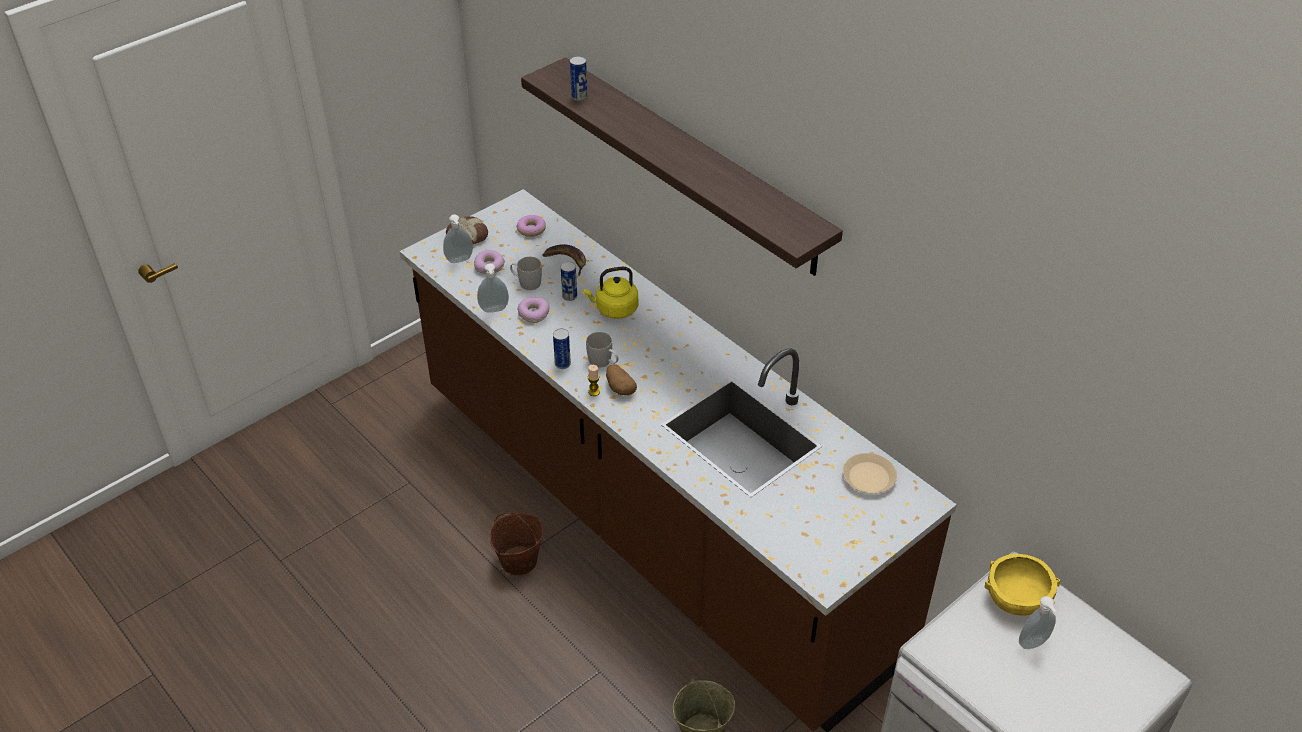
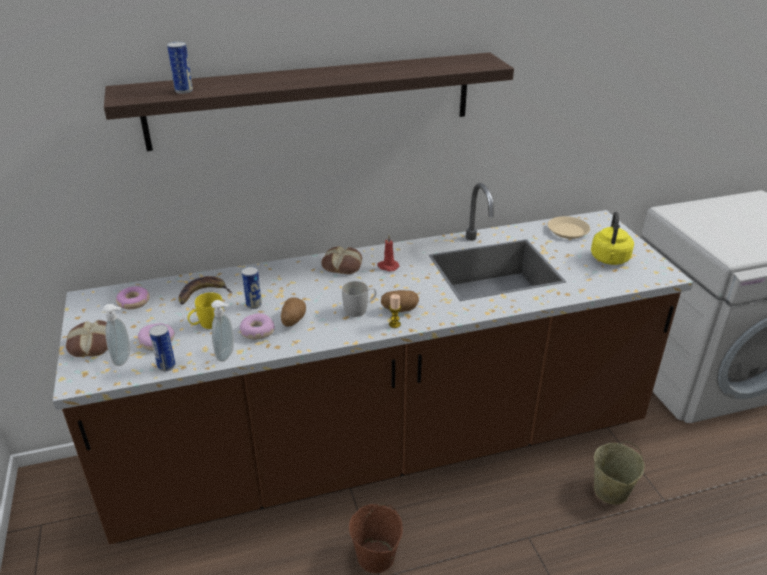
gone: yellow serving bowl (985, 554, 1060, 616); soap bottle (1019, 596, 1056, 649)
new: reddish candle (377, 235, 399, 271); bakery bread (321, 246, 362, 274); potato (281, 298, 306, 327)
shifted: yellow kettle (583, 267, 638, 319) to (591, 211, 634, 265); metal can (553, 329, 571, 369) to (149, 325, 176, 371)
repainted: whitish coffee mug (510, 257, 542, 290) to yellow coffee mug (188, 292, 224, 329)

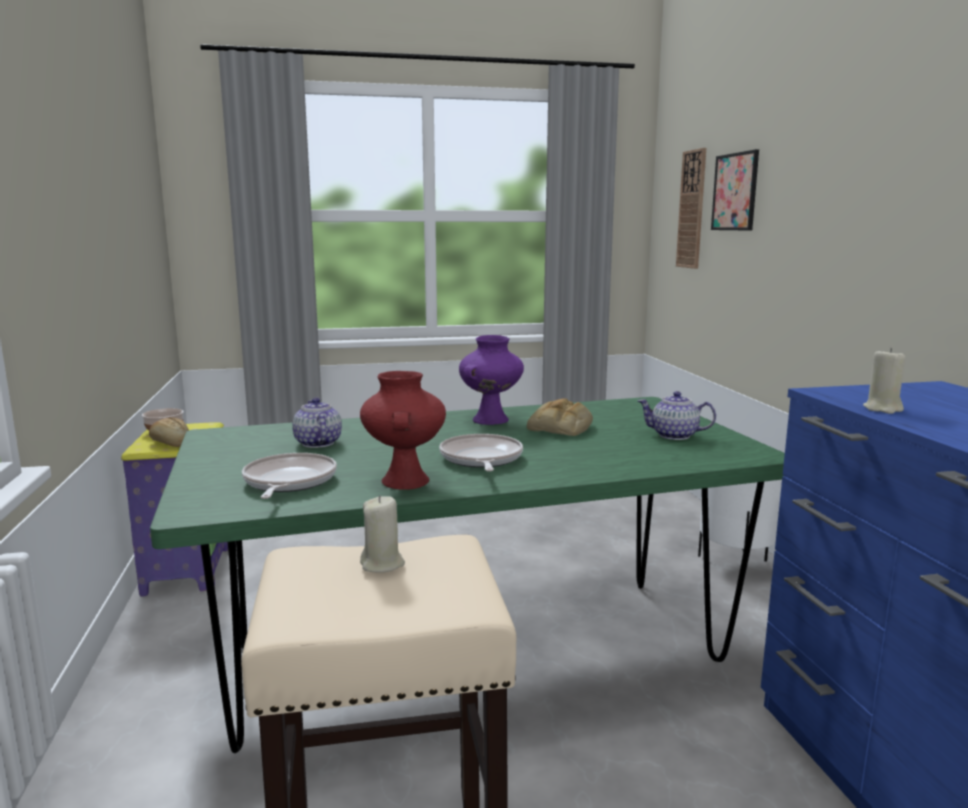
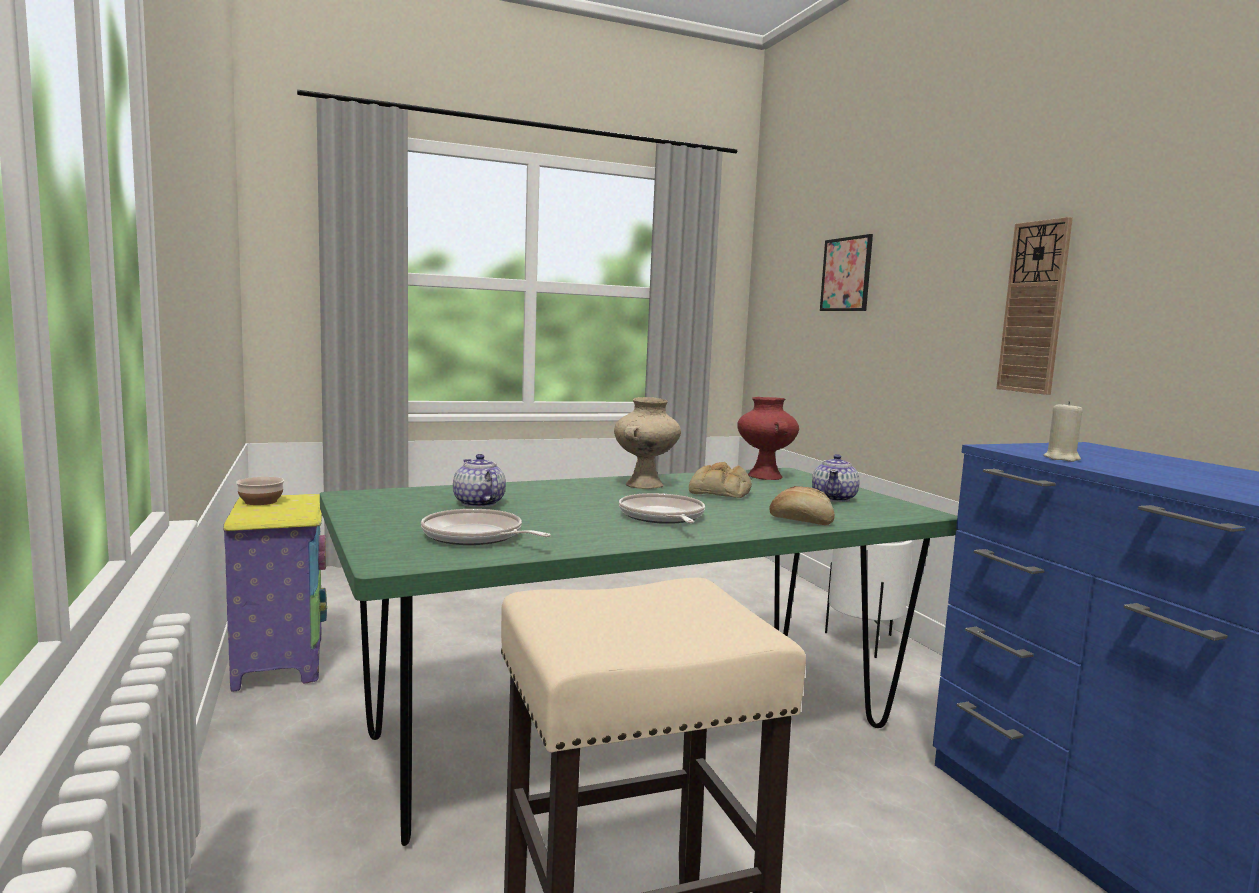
gone: sand-coloured candle (360, 496, 405, 573)
shifted: hanging clock (676, 148, 706, 269) to (996, 217, 1073, 395); reddish flower vase (360, 371, 446, 490) to (737, 397, 799, 480); bakery bread (149, 417, 189, 447) to (769, 486, 835, 525)
repainted: purple flower vase (459, 335, 524, 425) to sand-coloured flower vase (614, 397, 681, 489)
rotated: pot for tea (638, 391, 716, 440) = (812, 454, 860, 502) 75 degrees counterclockwise; pan (242, 453, 337, 499) = (421, 509, 551, 545) 45 degrees counterclockwise

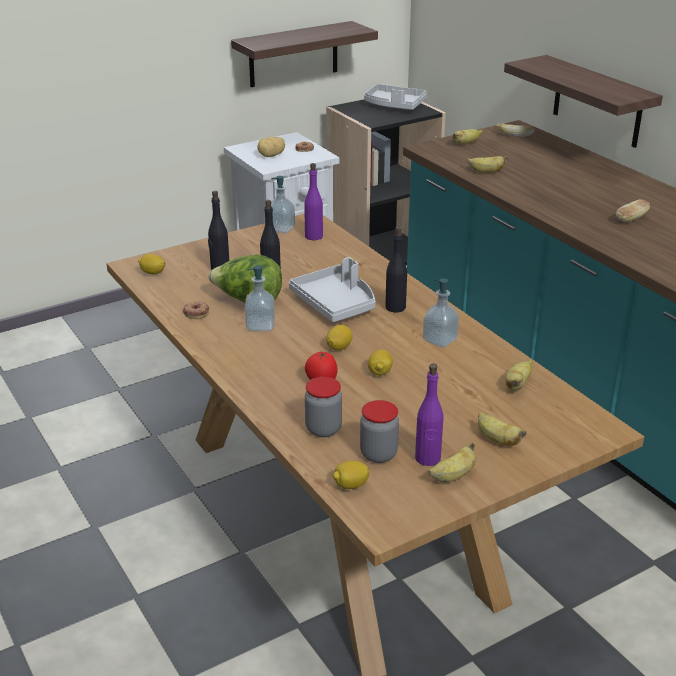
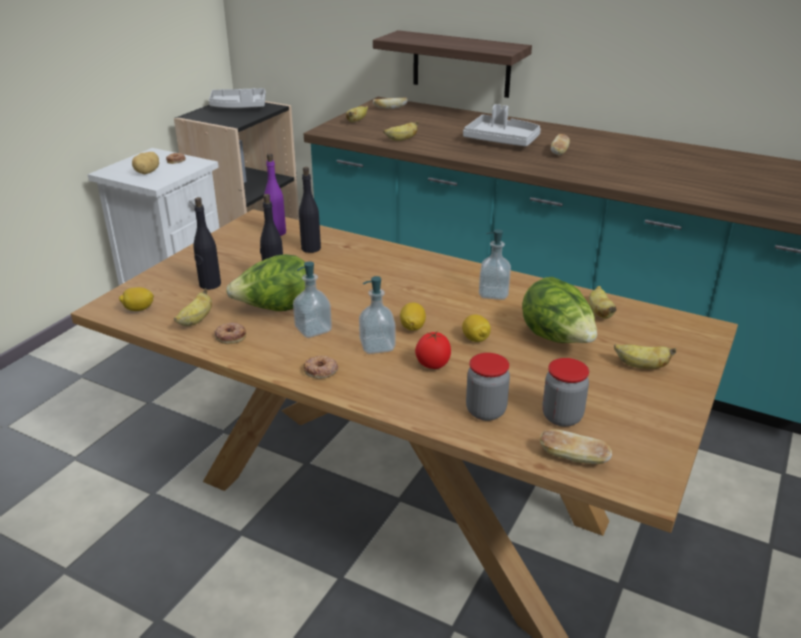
gone: shelf (231, 21, 378, 87); purple beverage bottle (415, 364, 443, 466)
new: lettuce head (522, 277, 597, 343); doughnut (304, 356, 338, 379)
shifted: soap bottle (271, 176, 295, 233) to (359, 276, 395, 354); black-coloured beverage bottle (385, 227, 407, 313) to (299, 167, 321, 253); greyish carrying tray (289, 257, 376, 322) to (463, 104, 541, 146); banana (428, 443, 476, 482) to (174, 289, 212, 326)
swapped: whole lemon (333, 461, 369, 489) to bakery bread (540, 429, 612, 464)

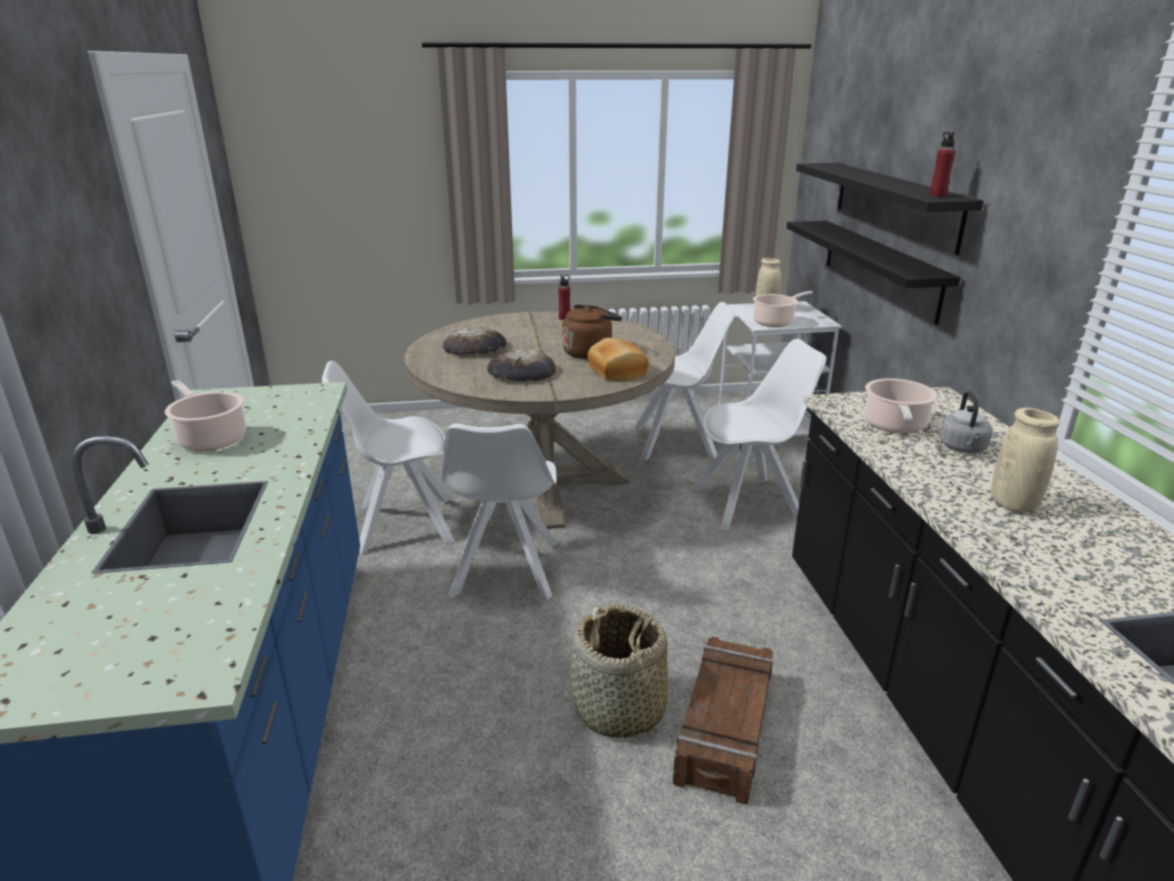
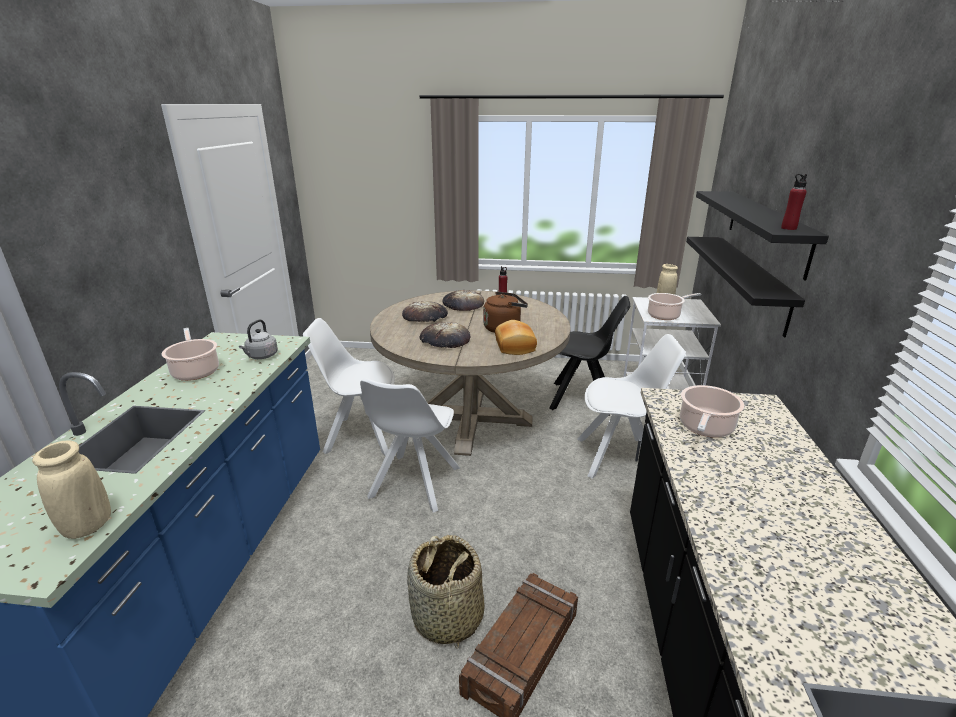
new: bakery bread (443, 290, 484, 311)
shifted: greyish kettle (939, 391, 993, 453) to (239, 319, 278, 359); sand-coloured flower vase (991, 408, 1060, 512) to (32, 440, 111, 539)
repainted: whitish upright chair (634, 302, 735, 460) to black-coloured upright chair (549, 296, 630, 416)

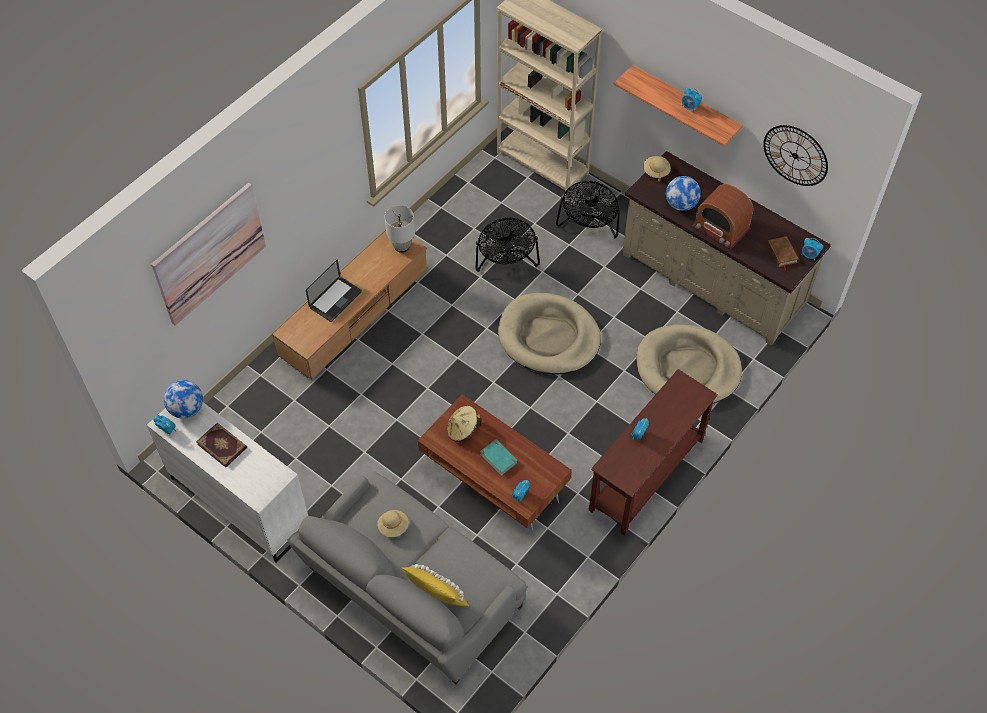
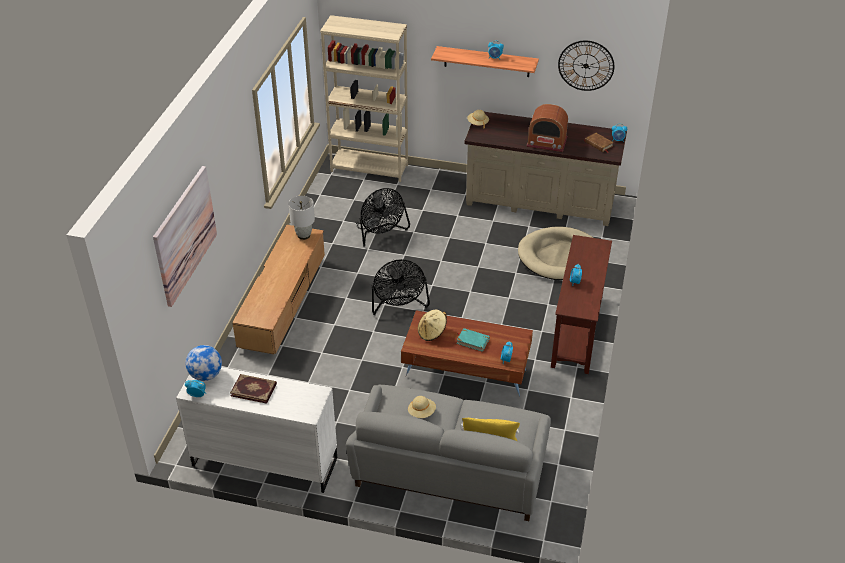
gone: world globe (666, 176, 701, 211); notebook computer (306, 259, 362, 322); sand-coloured dog cushion (498, 293, 601, 375)
shifted: black-coloured electric fan (556, 180, 621, 239) to (371, 259, 430, 315)

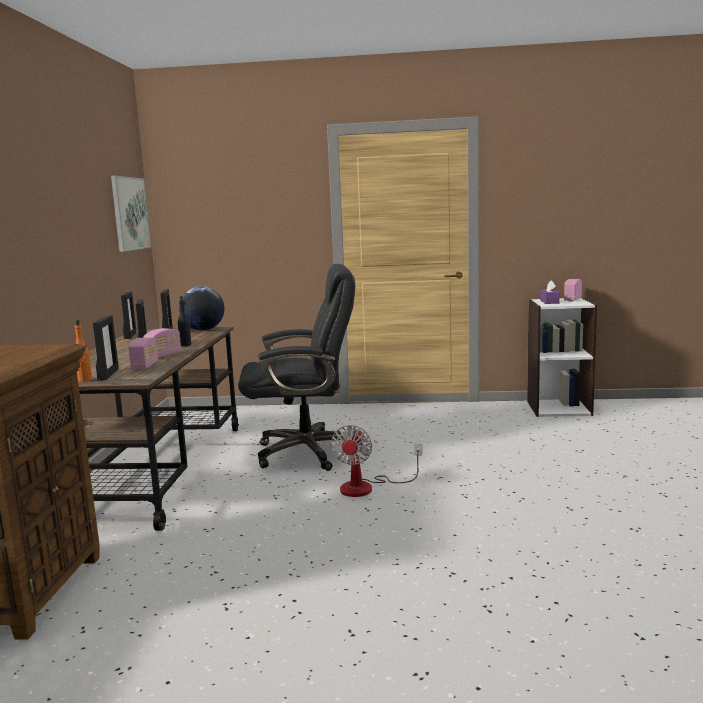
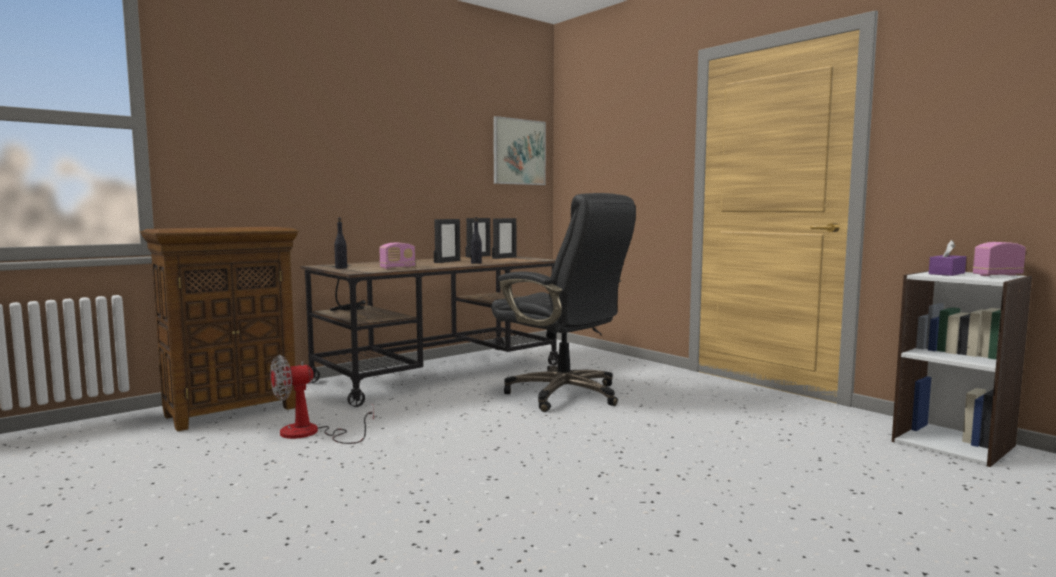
gone: world globe (179, 286, 224, 331); photo frame (93, 315, 119, 380); radio (144, 328, 181, 357)
shifted: electric fan (331, 425, 422, 497) to (270, 355, 374, 444)
repainted: orange-coloured beverage bottle (75, 320, 92, 382) to black-coloured beverage bottle (334, 218, 347, 269)

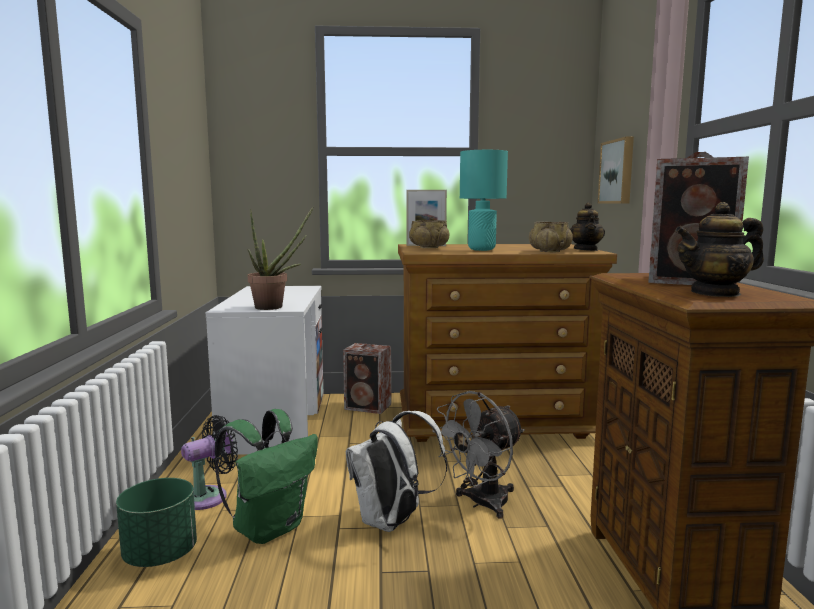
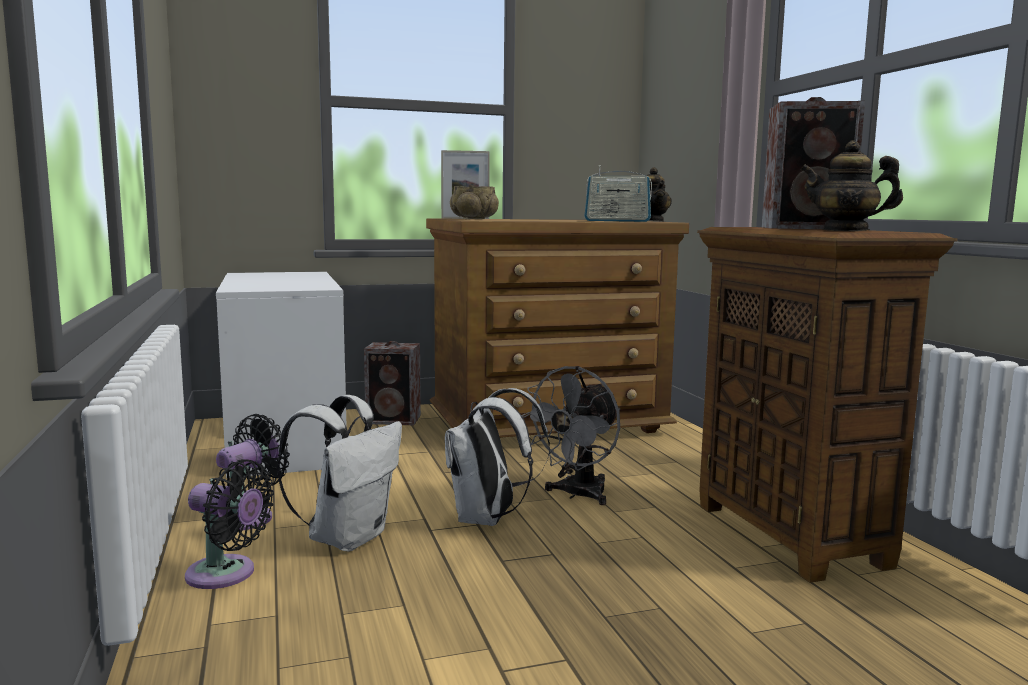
gone: wall picture (598, 137, 634, 204); blue-green table lamp (460, 150, 508, 251); houseplant (247, 207, 313, 310)
swapped: sand-coloured serving bowl (529, 222, 573, 252) to radio (584, 165, 652, 222); green-coloured flower pot (116, 478, 197, 567) to black-coloured electric fan (185, 459, 274, 589)
repainted: green-coloured backpack (215, 409, 318, 544) to whitish backpack (277, 395, 402, 552)
rotated: pot for tea (675, 202, 764, 297) = (800, 140, 903, 231) 45 degrees clockwise

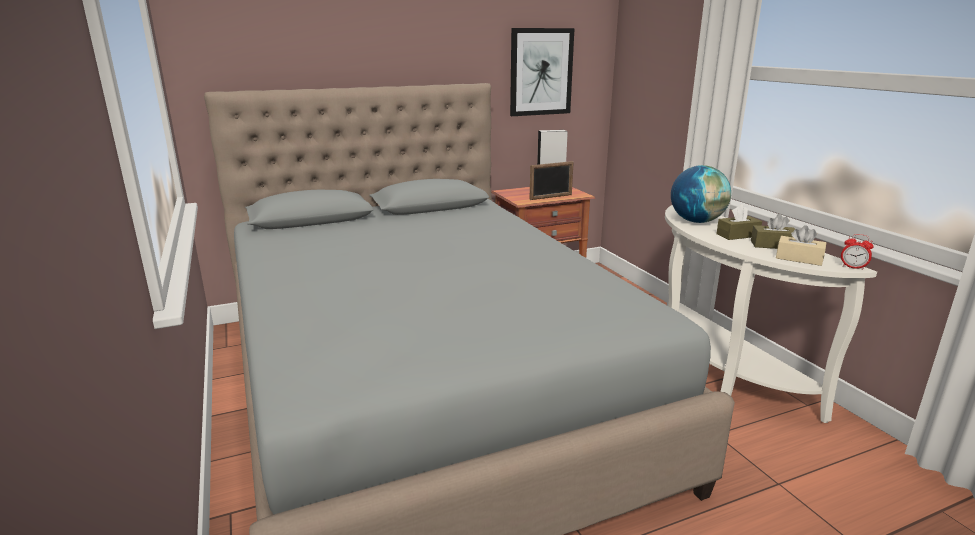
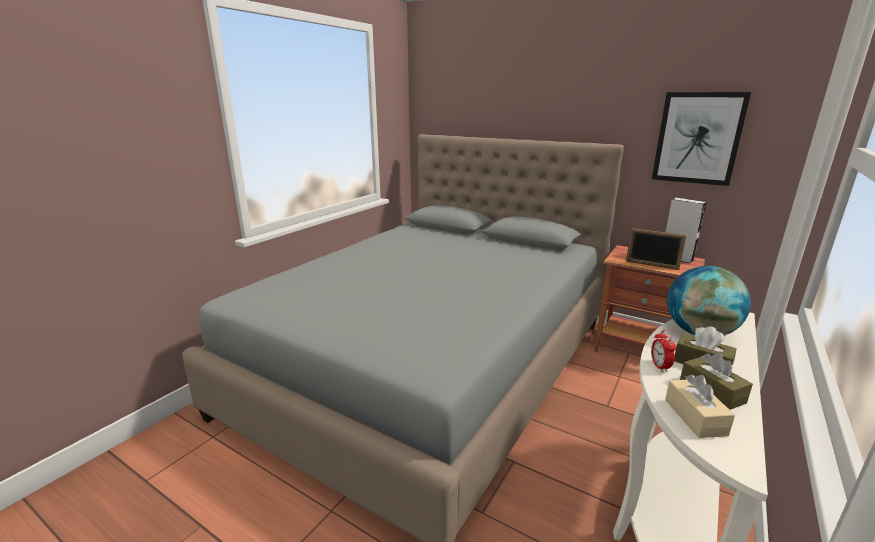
shifted: alarm clock (841, 234, 874, 270) to (651, 330, 676, 372)

